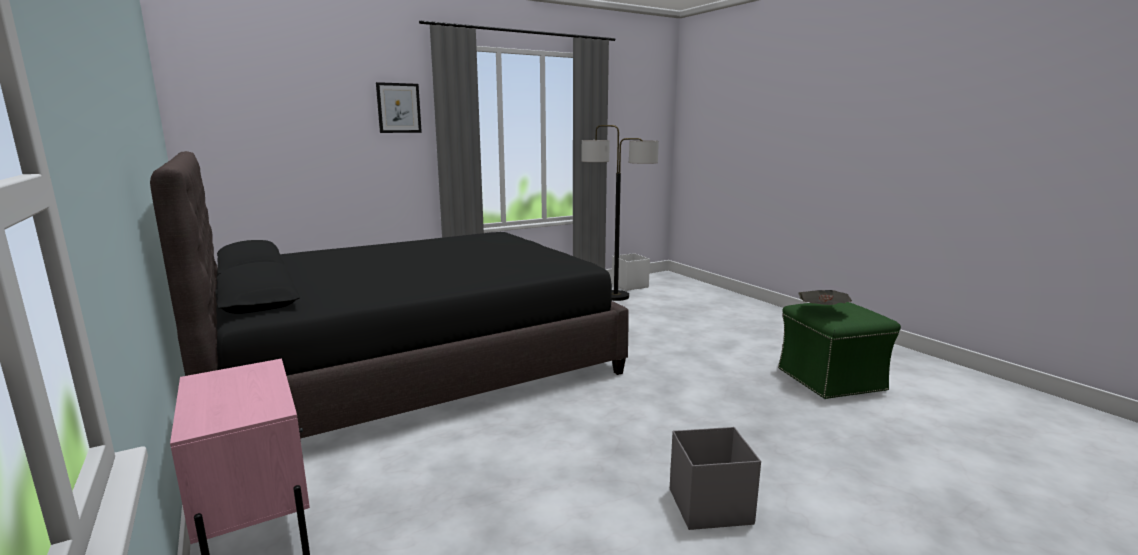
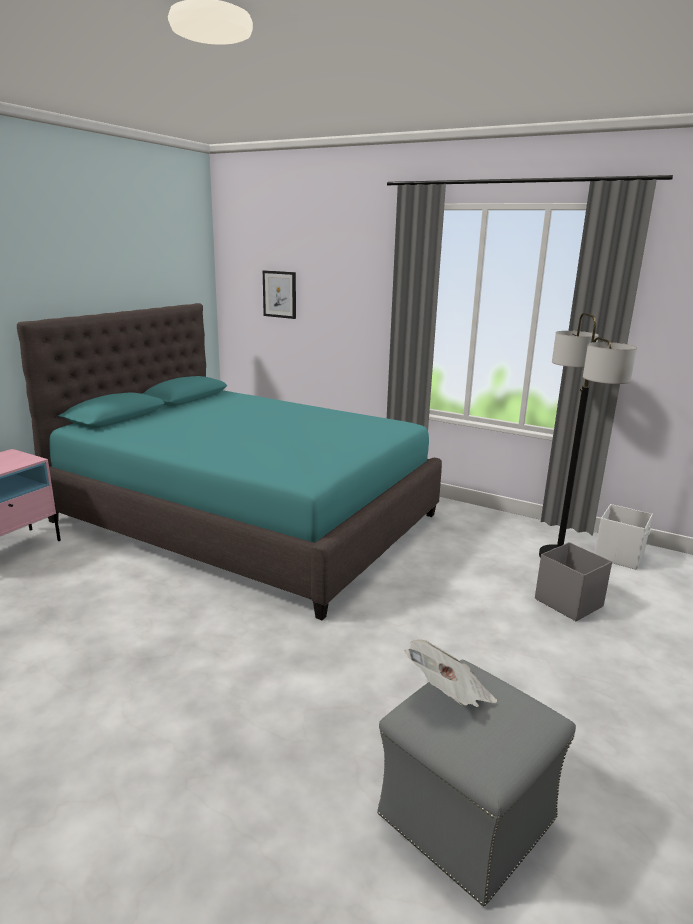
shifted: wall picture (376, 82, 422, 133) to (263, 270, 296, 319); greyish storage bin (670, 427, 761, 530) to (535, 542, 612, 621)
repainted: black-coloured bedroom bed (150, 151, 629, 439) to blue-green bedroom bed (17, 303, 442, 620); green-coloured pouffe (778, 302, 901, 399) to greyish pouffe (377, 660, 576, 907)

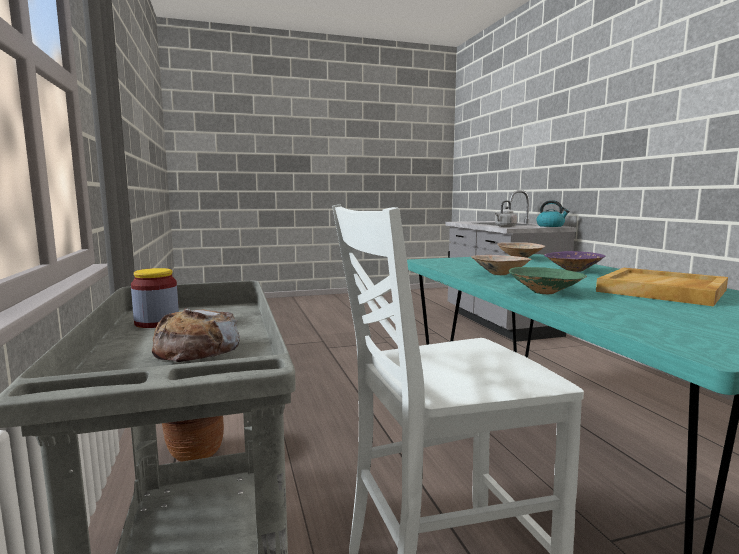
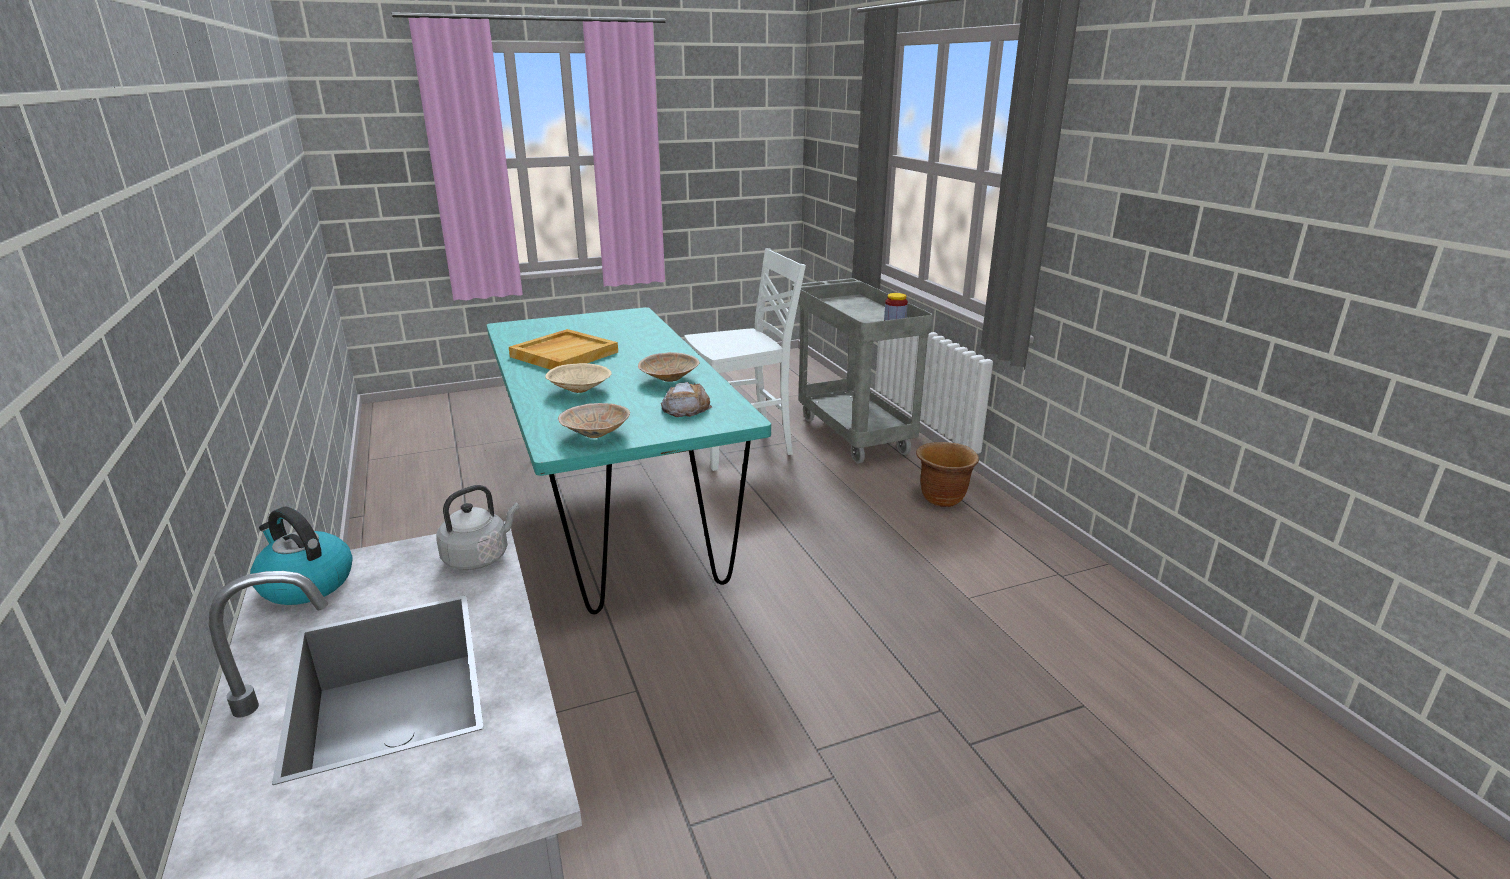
gone: green-coloured serving bowl (508, 267, 587, 294)
shifted: bakery bread (152, 308, 240, 362) to (661, 382, 712, 417)
repainted: purple serving bowl (544, 251, 606, 272) to sand-coloured serving bowl (545, 363, 612, 393)

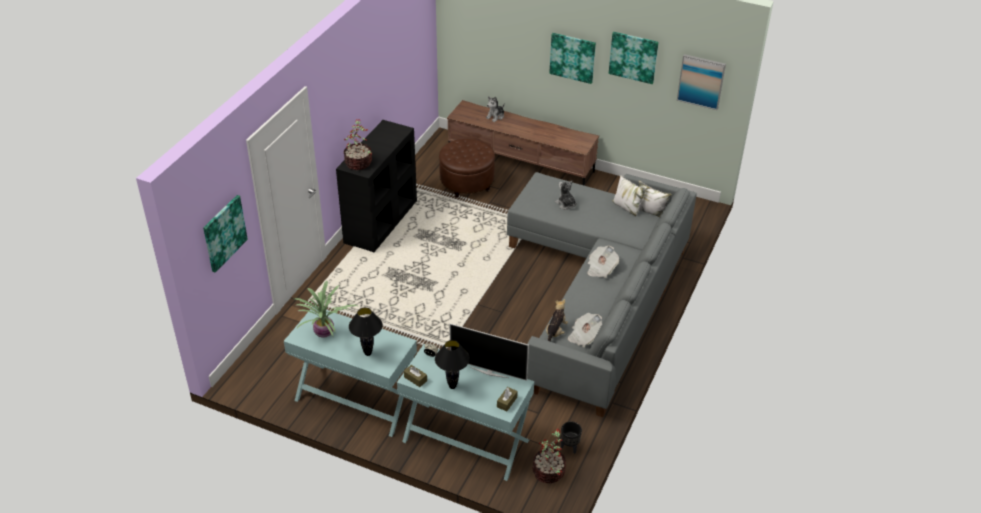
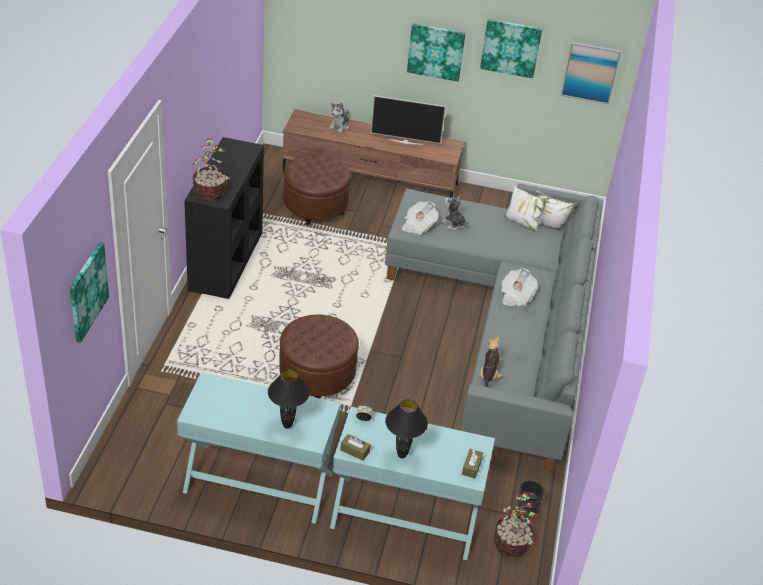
gone: houseplant (295, 281, 357, 338)
new: brownish pouffe (279, 315, 359, 399)
shifted: daily paper (568, 313, 602, 347) to (402, 201, 439, 235); TV (449, 323, 529, 381) to (371, 95, 446, 145)

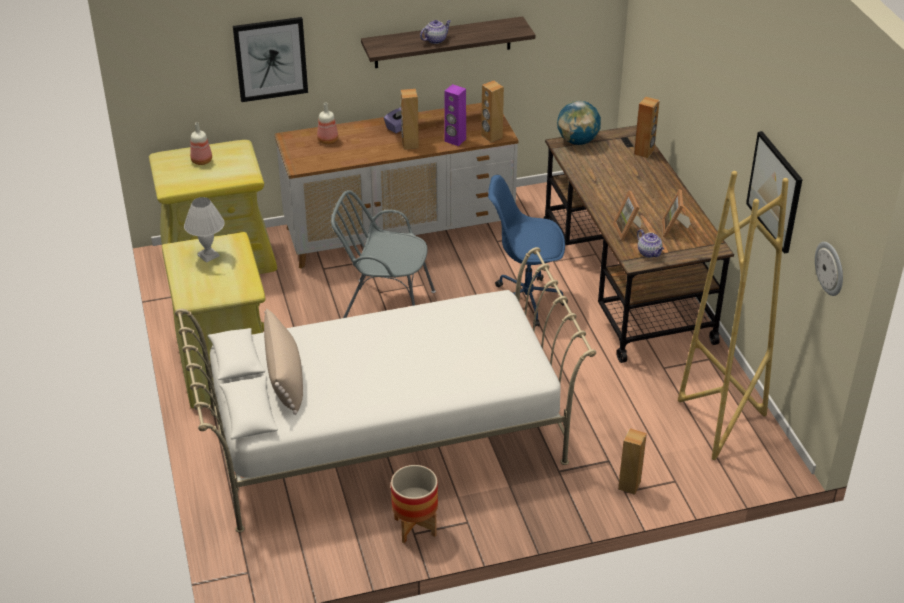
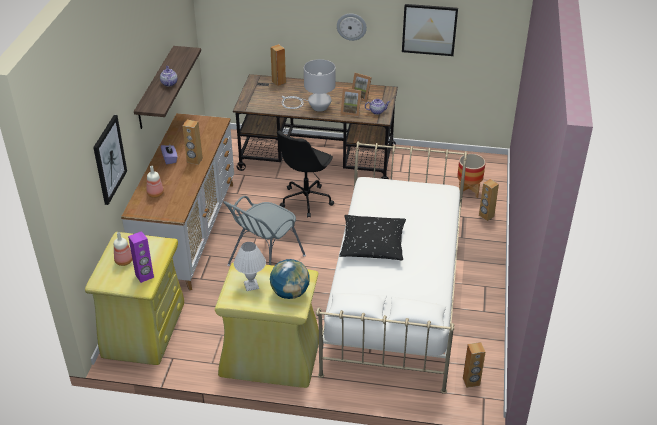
gone: yellow clothes rack (678, 171, 788, 460); sand-coloured cushion (264, 308, 303, 415)
new: greyish table lamp (282, 59, 336, 112); black-coloured cushion (339, 215, 406, 260)
shifted: brownish loudspeaker (481, 81, 504, 142) to (463, 342, 485, 388); purple loudspeaker (444, 84, 466, 146) to (128, 231, 154, 283); world globe (557, 101, 601, 145) to (270, 259, 310, 299); hanging clock (815, 242, 843, 296) to (337, 13, 367, 41); flower pot (391, 465, 438, 544) to (457, 154, 486, 198)
repainted: blue-coloured computer chair (488, 175, 568, 327) to black-coloured computer chair (277, 131, 334, 218)

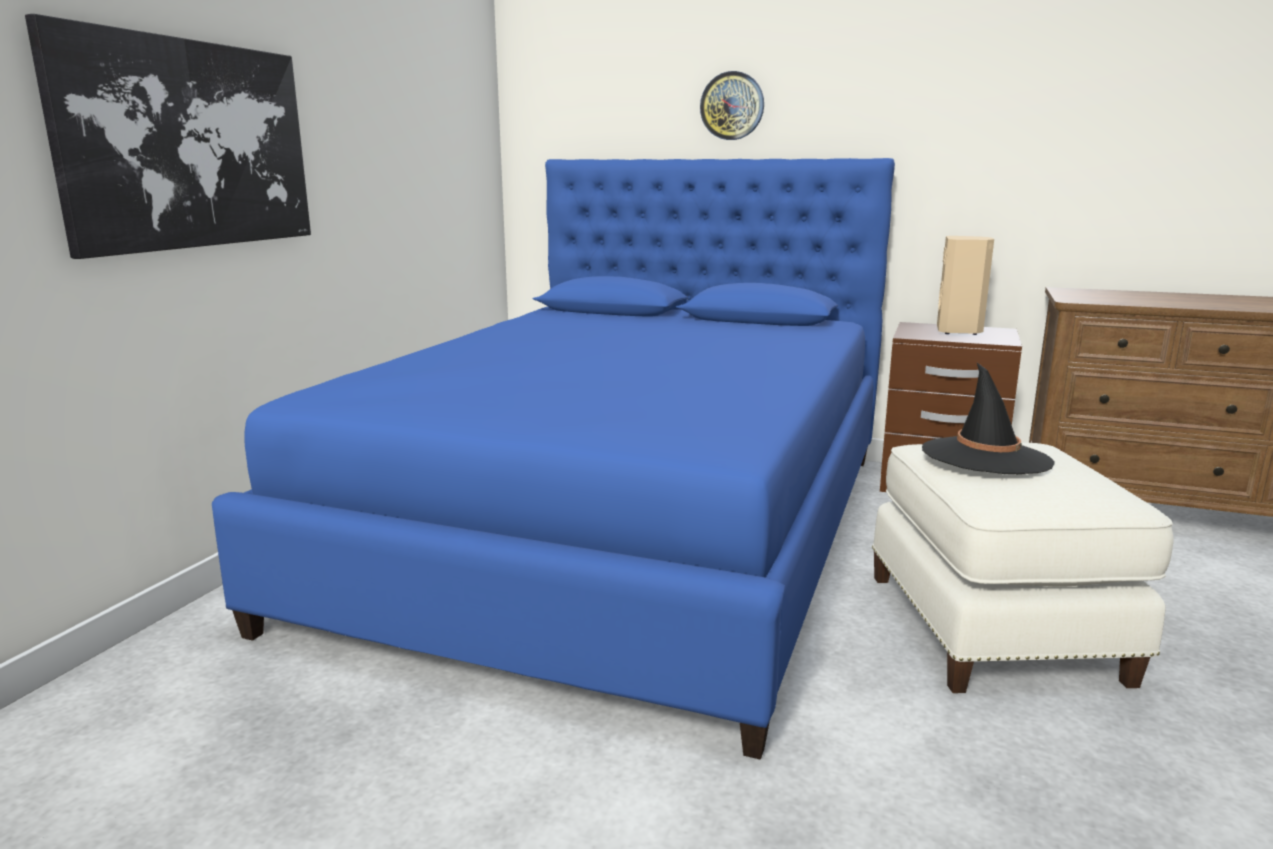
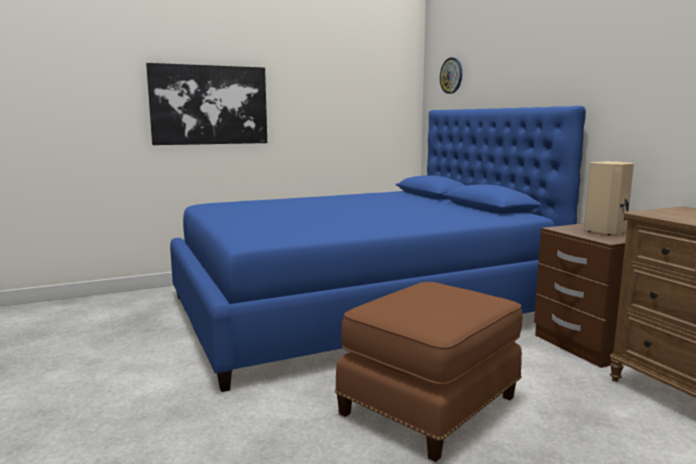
gone: black-coloured wearable hat (922, 363, 1055, 474)
shifted: hanging clock (700, 71, 764, 140) to (440, 57, 462, 94)
repainted: whitish pouffe (872, 443, 1173, 693) to brownish pouffe (335, 282, 523, 462)

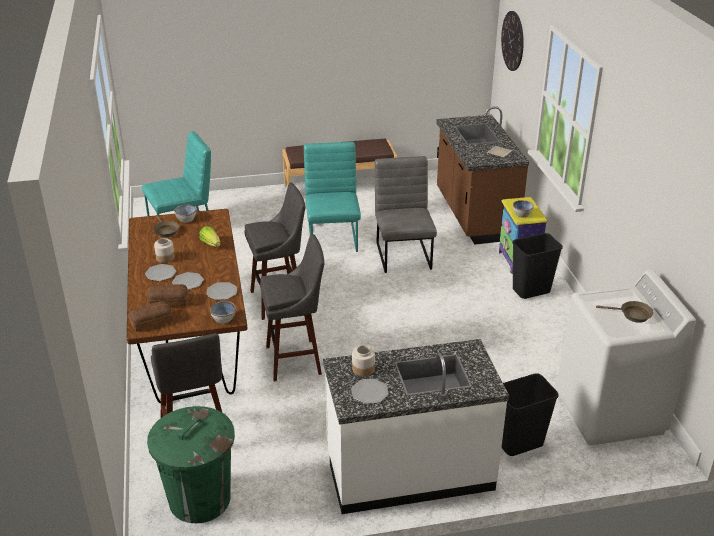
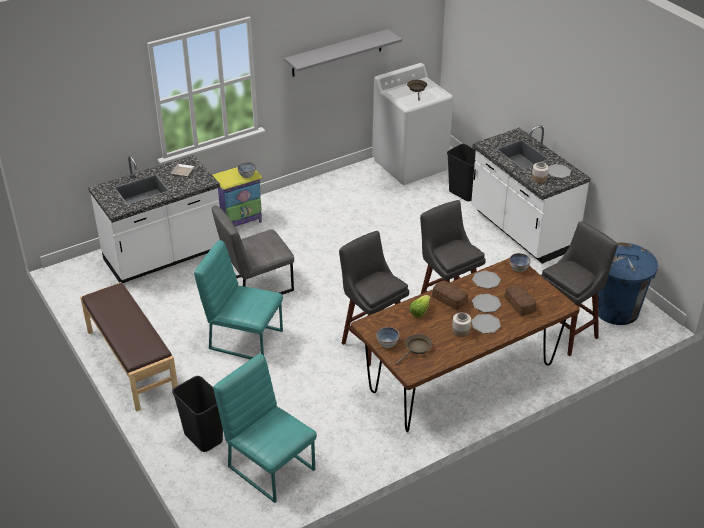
gone: hanging clock (501, 11, 524, 71)
new: greyish shelf (284, 29, 402, 77)
shifted: black-coloured waste bin (512, 233, 563, 299) to (172, 376, 223, 452); bakery bread (129, 301, 173, 332) to (432, 281, 468, 310)
repainted: brownish kitchen base unit (436, 106, 529, 245) to whitish kitchen base unit (88, 155, 220, 283); green-coloured waste bin (147, 406, 235, 523) to blue-coloured waste bin (598, 243, 658, 325)
rotated: blue-green upright chair (304, 142, 361, 252) = (194, 240, 283, 359) 45 degrees clockwise

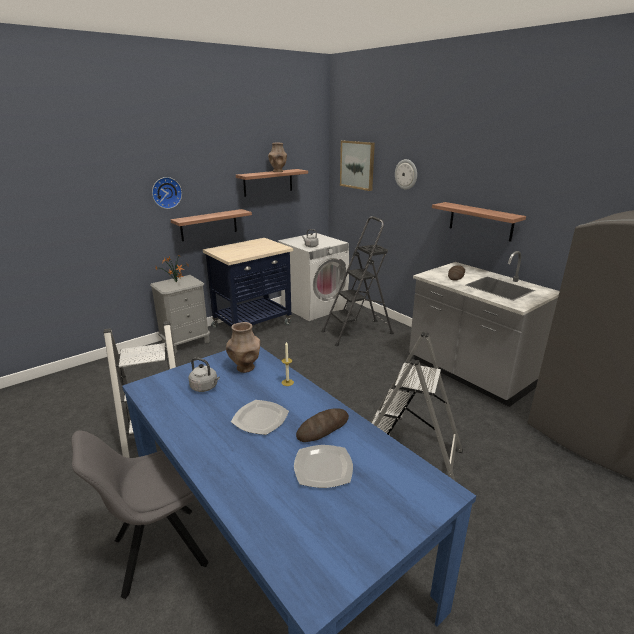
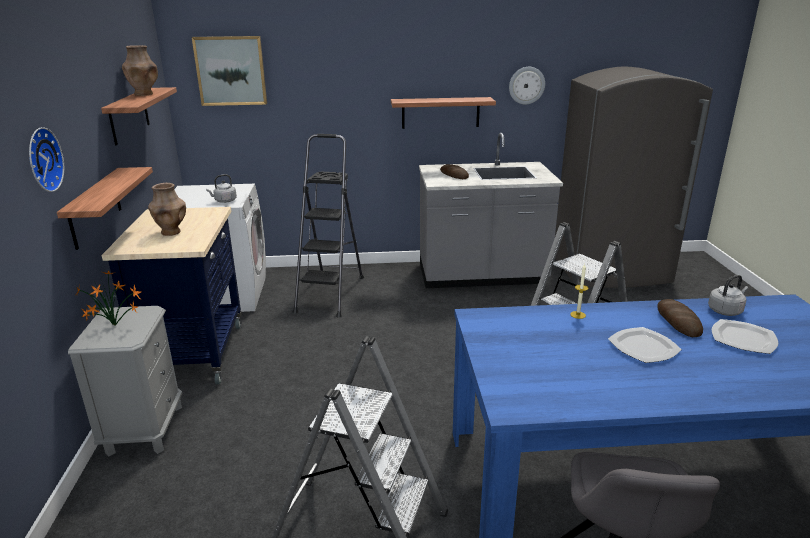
shifted: hanging clock (395, 159, 417, 190) to (509, 67, 545, 104); brownish flower vase (226, 322, 260, 373) to (148, 183, 186, 236); greyish kettle (188, 357, 220, 392) to (708, 275, 748, 316)

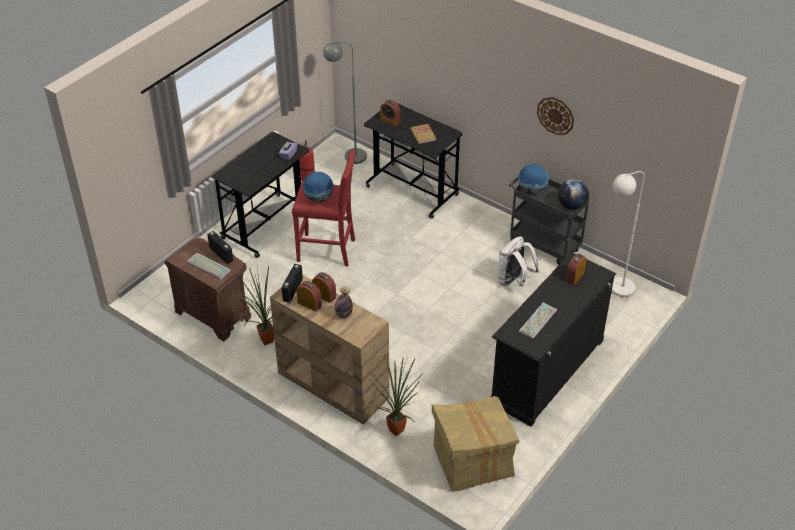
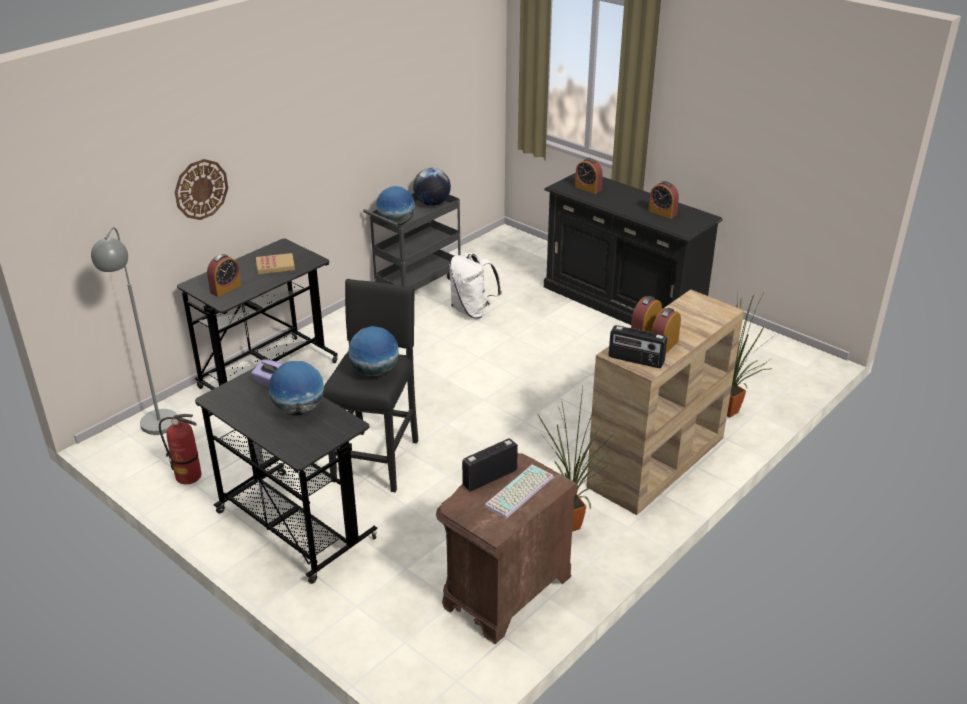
gone: whitish standard lamp (612, 171, 645, 297); beverage bottle (335, 287, 353, 318); carton (432, 396, 519, 492)
new: world globe (269, 361, 324, 415)
shifted: hanging clock (537, 97, 574, 135) to (175, 159, 228, 220)
swapped: keyboard (519, 303, 557, 339) to alarm clock (649, 181, 679, 219)
repainted: reddish sitting stool (292, 150, 356, 266) to black-coloured sitting stool (323, 279, 418, 492)

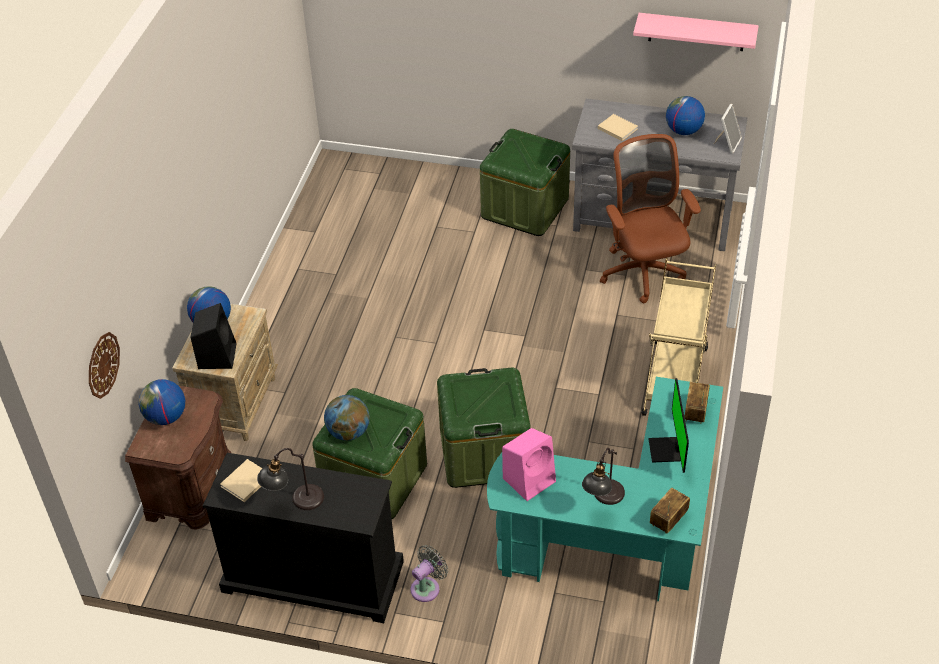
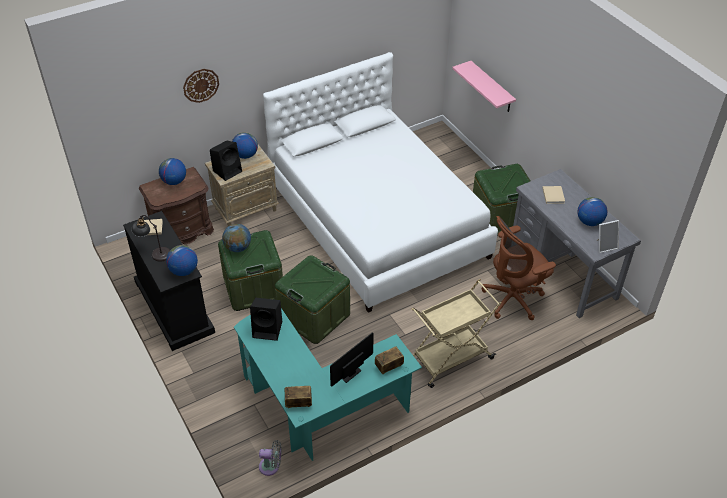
gone: greyish table lamp (582, 448, 625, 505)
new: whitish bedroom bed (263, 52, 498, 313); world globe (166, 245, 198, 276)
shifted: pink-coloured shelf (633, 13, 759, 51) to (452, 61, 516, 112); hanging clock (89, 332, 120, 399) to (183, 69, 219, 103); greyish electric fan (411, 545, 449, 602) to (259, 440, 282, 476)
repainted: pink-coloured loudspeaker (502, 428, 556, 501) to black-coloured loudspeaker (250, 298, 282, 341)
rotated: brownish computer chair (600, 134, 701, 303) = (482, 216, 556, 320) 150 degrees counterclockwise

